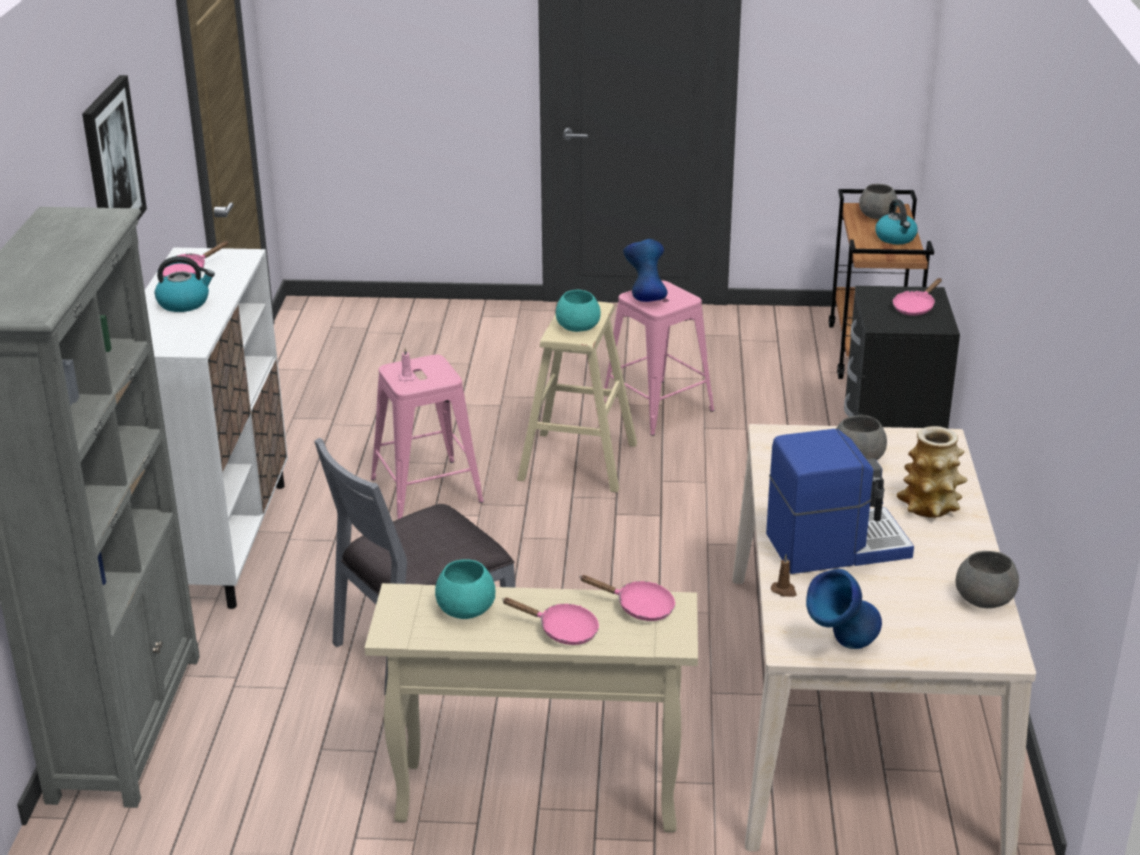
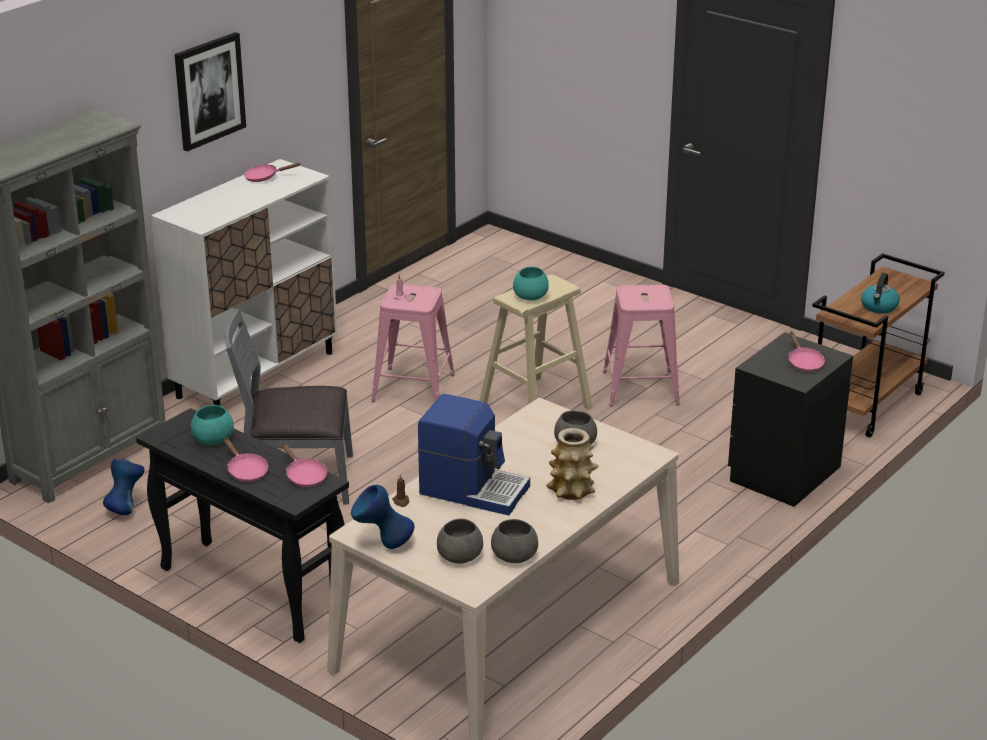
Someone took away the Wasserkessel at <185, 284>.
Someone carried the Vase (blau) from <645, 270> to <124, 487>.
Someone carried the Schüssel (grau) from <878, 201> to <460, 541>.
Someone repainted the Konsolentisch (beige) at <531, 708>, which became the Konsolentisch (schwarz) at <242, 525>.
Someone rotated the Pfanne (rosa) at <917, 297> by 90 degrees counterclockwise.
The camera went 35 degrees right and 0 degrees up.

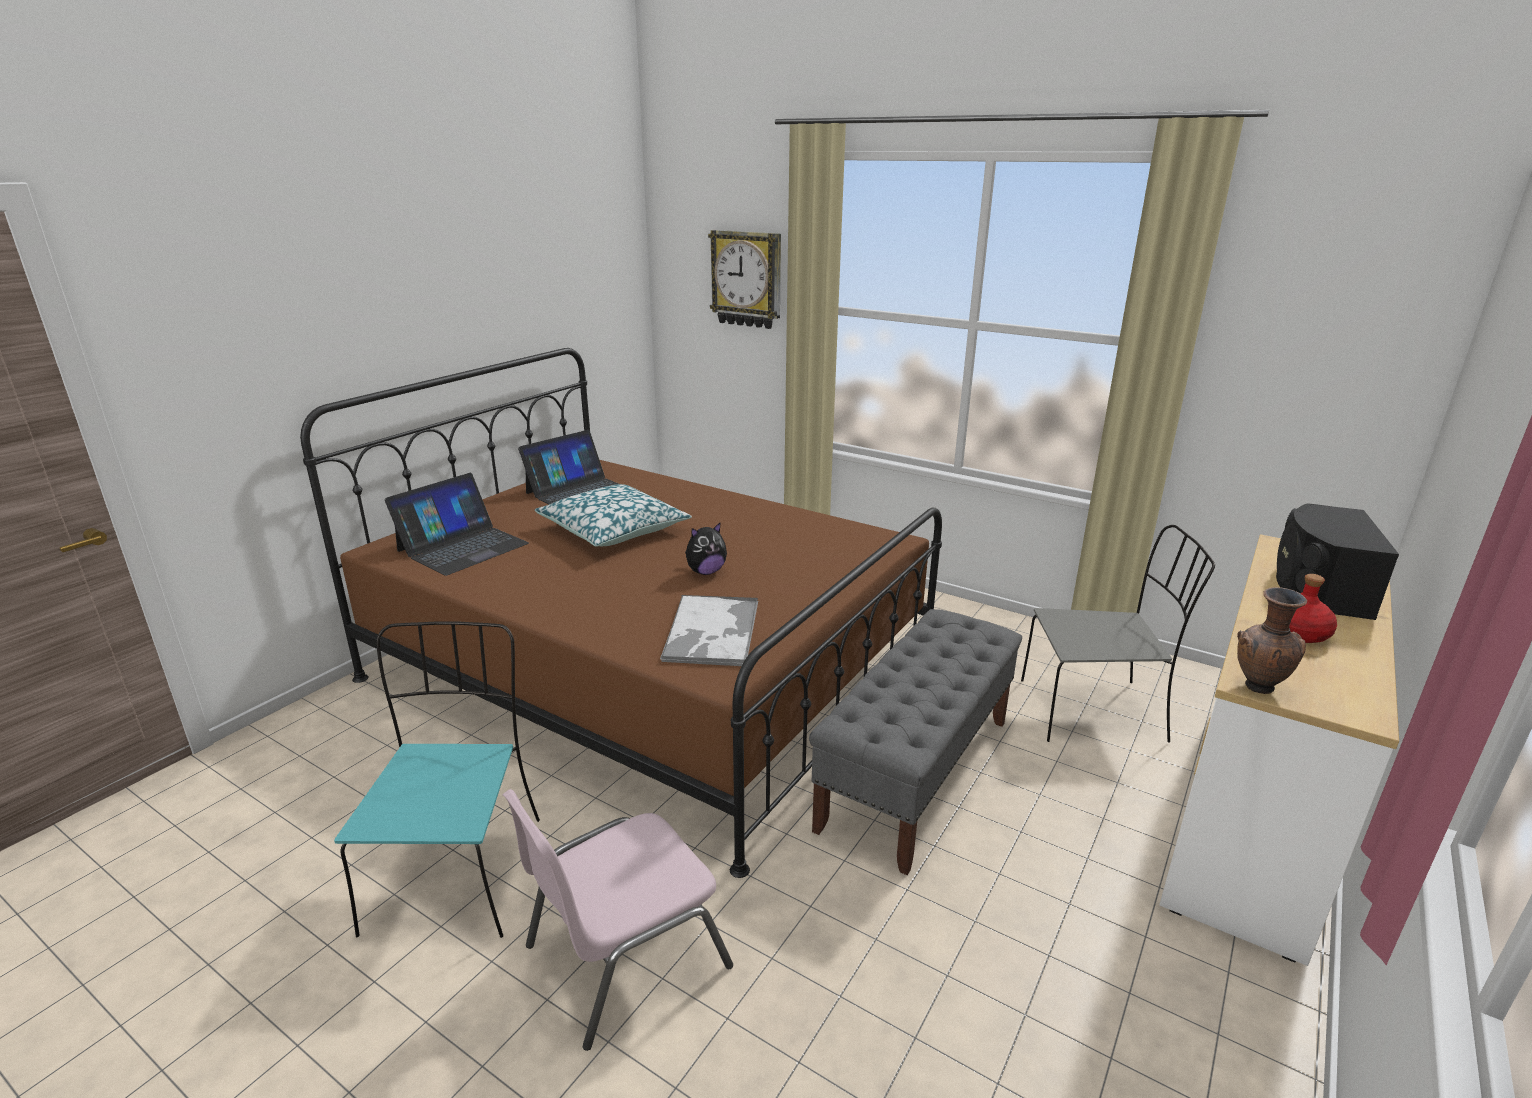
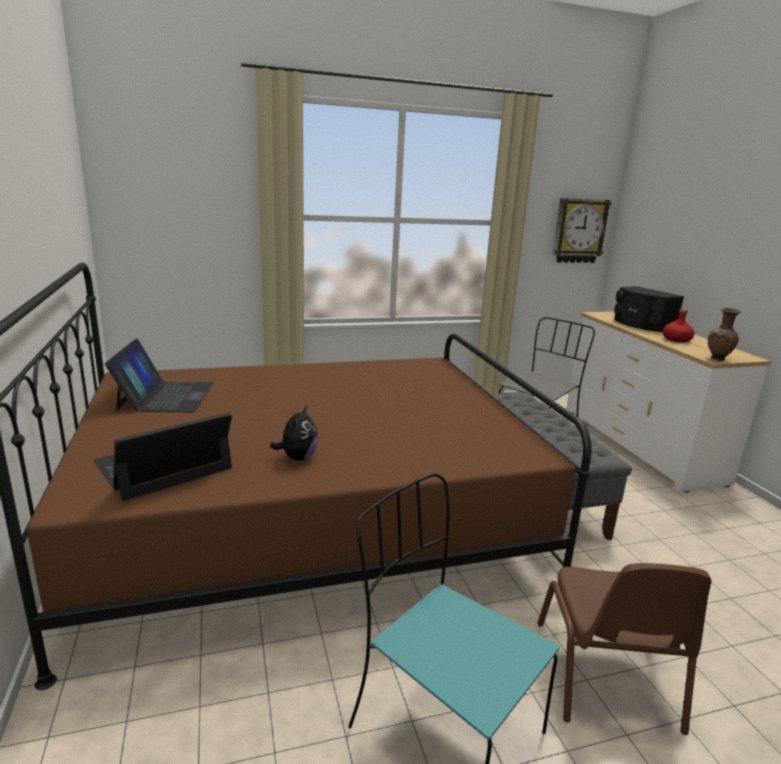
Someone took away the Kissen at <613, 515>.
Someone took away the Tablett at <709, 630>.
Someone carried the Plüschtier from <706, 548> to <294, 433>.
Someone carried the Wanduhr from <744, 279> to <582, 230>.
Someone repainted the Stuhl (rosa) at <617, 920>, which became the Stuhl (braun) at <624, 649>.
Someone rotated the Laptop at <457, 524> by 120 degrees counterclockwise.
The camera went 50 degrees left and 5 degrees down.

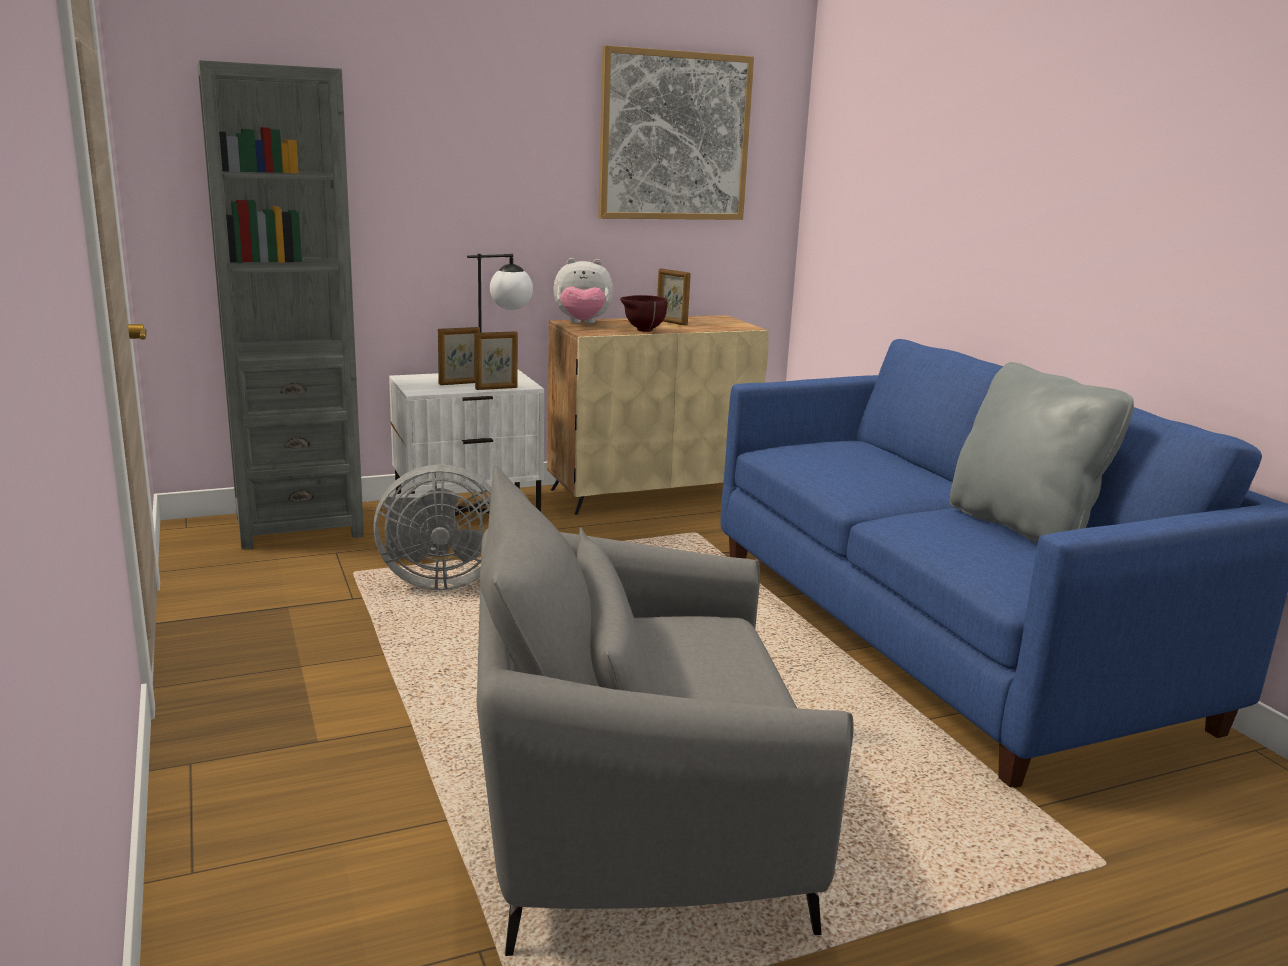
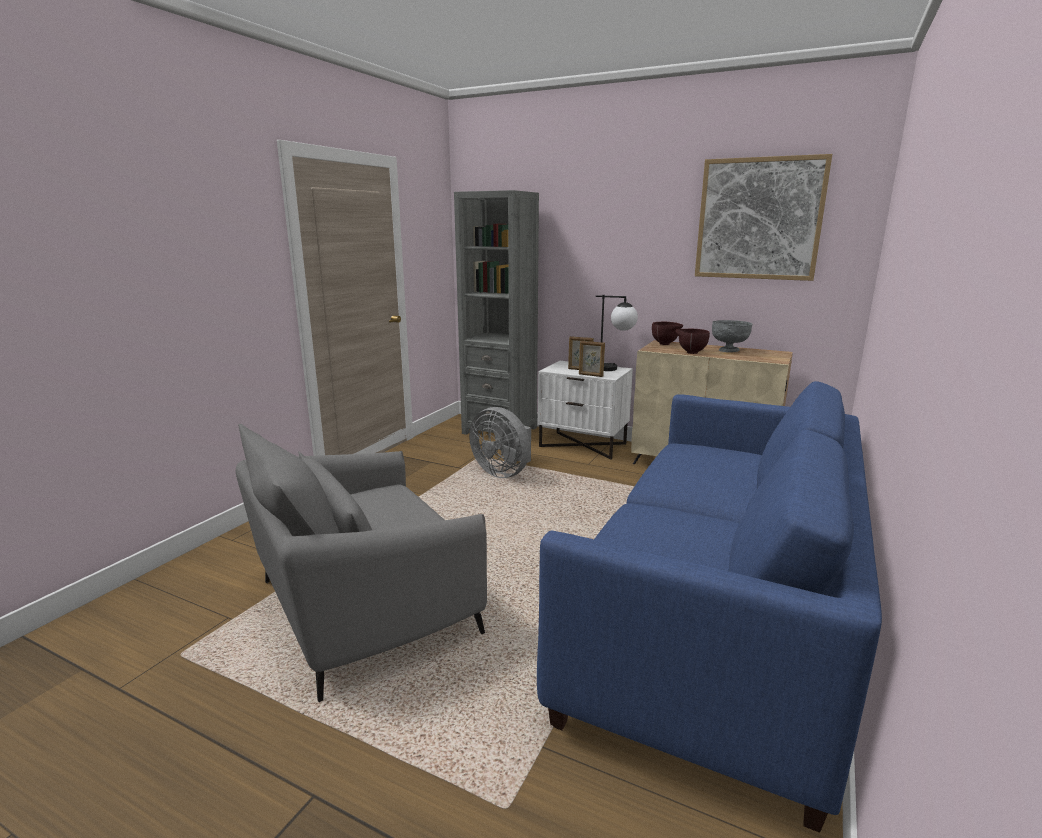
Someone took away the Kissen (grau) at <1042, 453>.
Someone swapped the Plüschtier at <583, 291> for the Schüssel (braun) at <667, 333>.
Someone swapped the Bilderrahmen at <674, 297> for the Schüssel (grau) at <732, 336>.
Someone rotated the Sessel (grau) at <665, 710> by 75 degrees counterclockwise.
The camera went 50 degrees right and 0 degrees up.

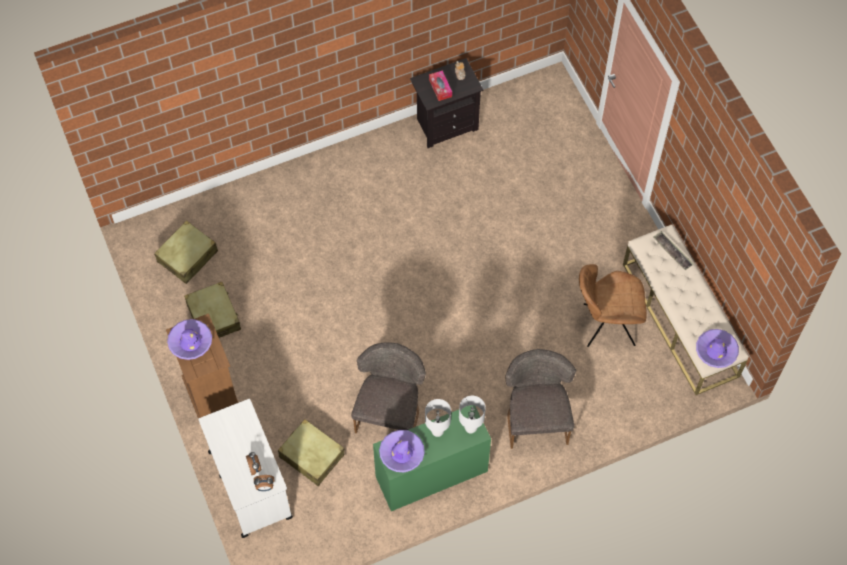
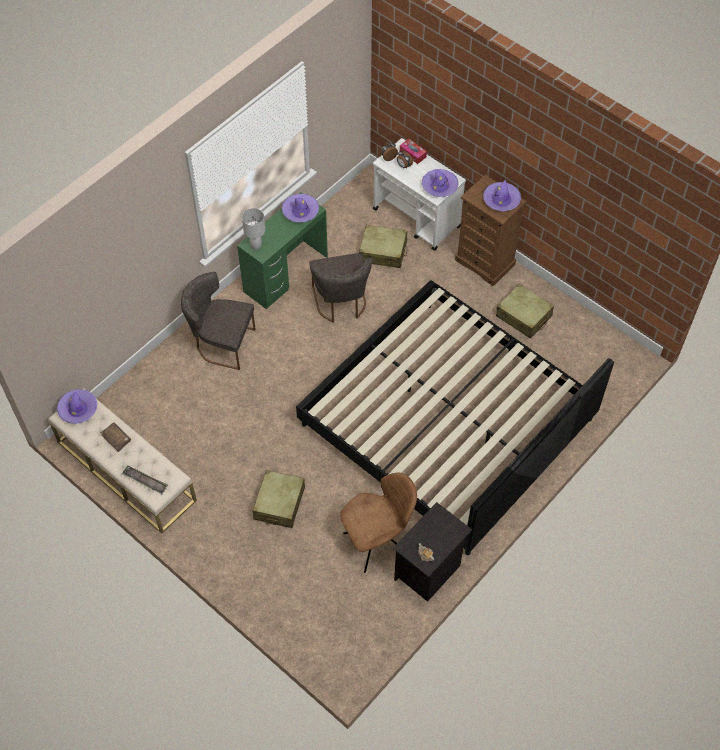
Someone took away the Tischlampe (weiß) at <438, 418>.
Someone put down the Buch (braun) at <116, 437>.
Someone put down the Bett at <455, 417>.
Someone put down the Hut (lila) at <440, 183>.
Someone carried the Koffer (beige) from <186, 252> to <278, 499>.
Someone carried the Taschentuchbox from <440, 85> to <413, 151>.
Someone carried the Stuhl (braun) from <613, 305> to <378, 523>.
Someone rotated the Stuhl (grau) at <540, 399> by 135 degrees clockwise.
The camera went 155 degrees right and 5 degrees down.

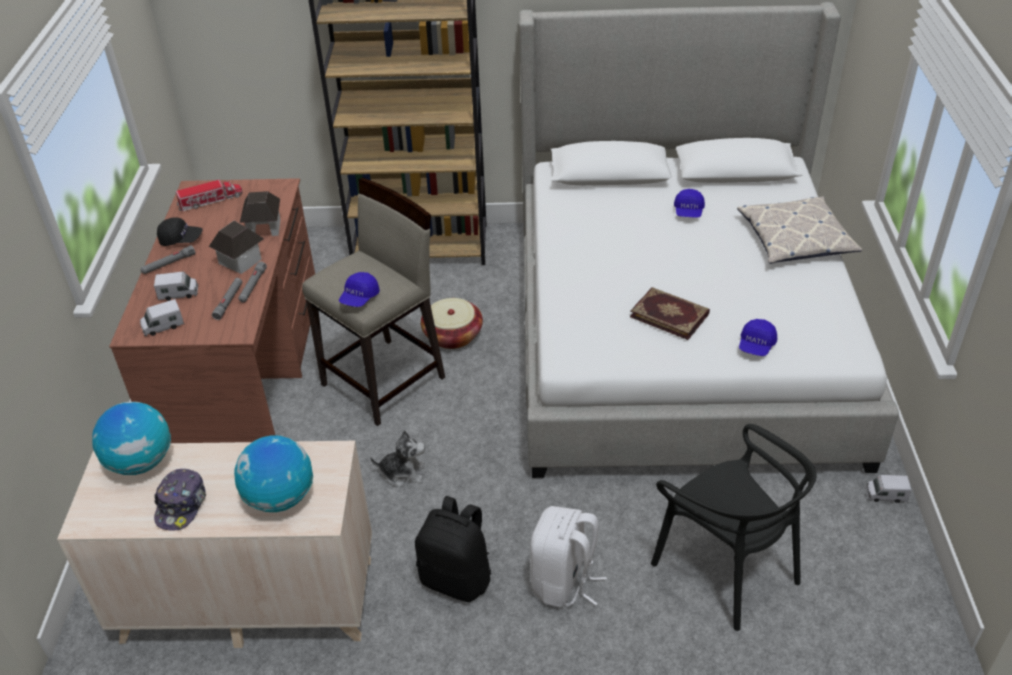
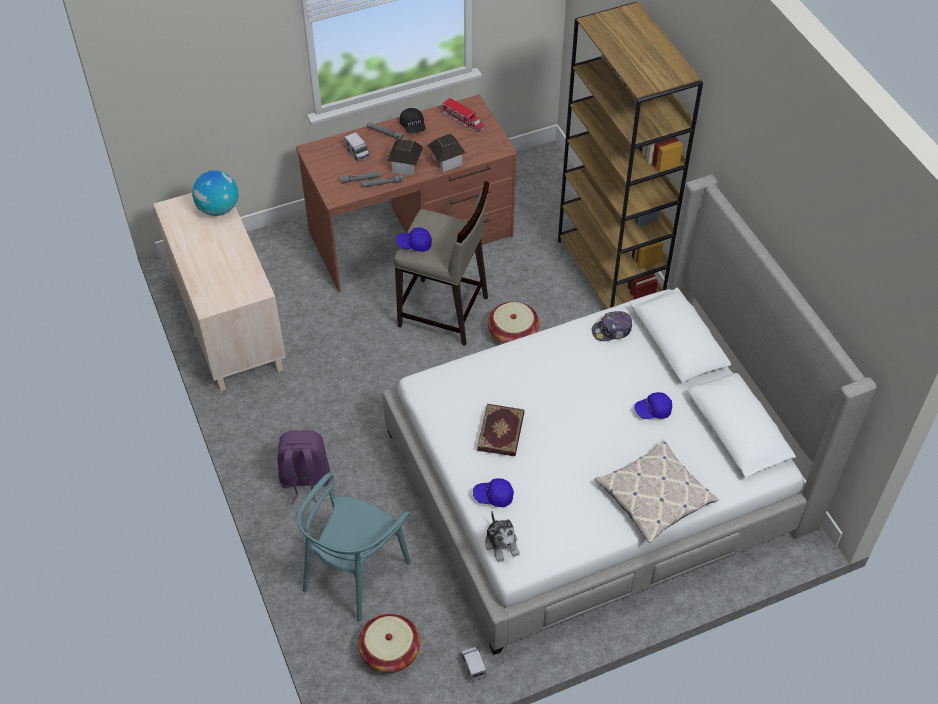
Someone took away the Spielzeuglaster at <162, 317>.
Someone took away the Globus at <273, 473>.
Someone took away the Rucksack (schwarz) at <453, 549>.
Someone put down the Korb at <389, 643>.
Someone carried the Kappe from <180, 500> to <612, 326>.
Someone carried the Plüschtier from <397, 458> to <502, 536>.
Someone repainted the Rucksack (weiß) at <568, 557>, which became the Rucksack (lila) at <303, 467>.
Someone repainted the Stuhl (schwarz) at <733, 527>, which became the Stuhl (türkis) at <354, 547>.
The camera went 65 degrees right and 10 degrees up.

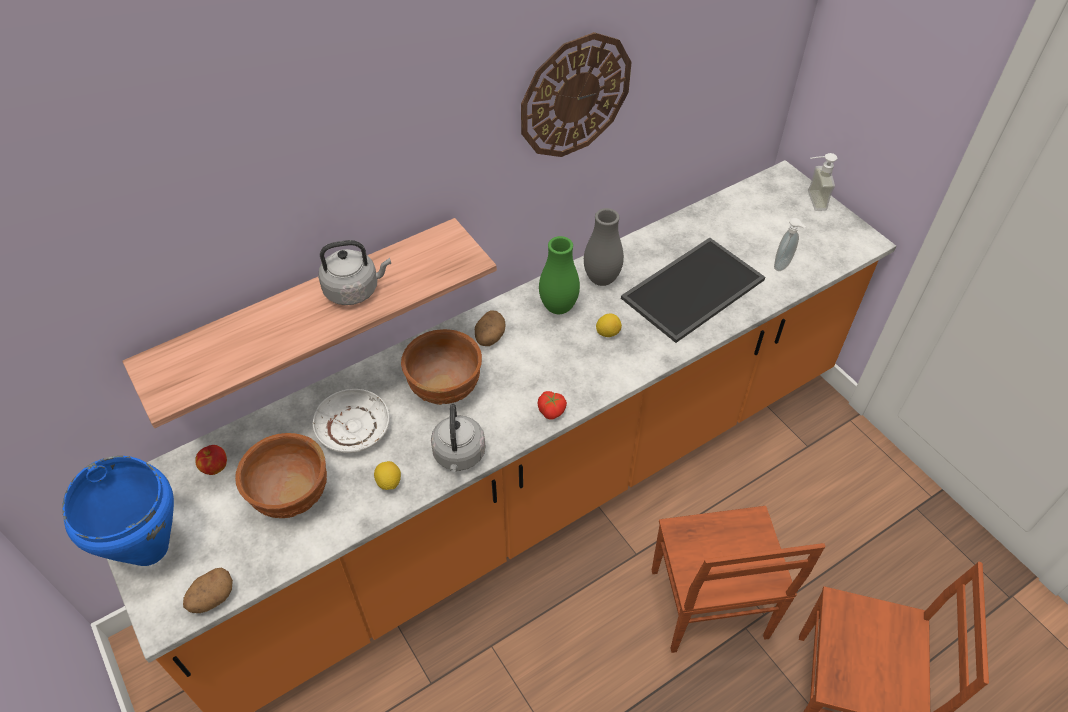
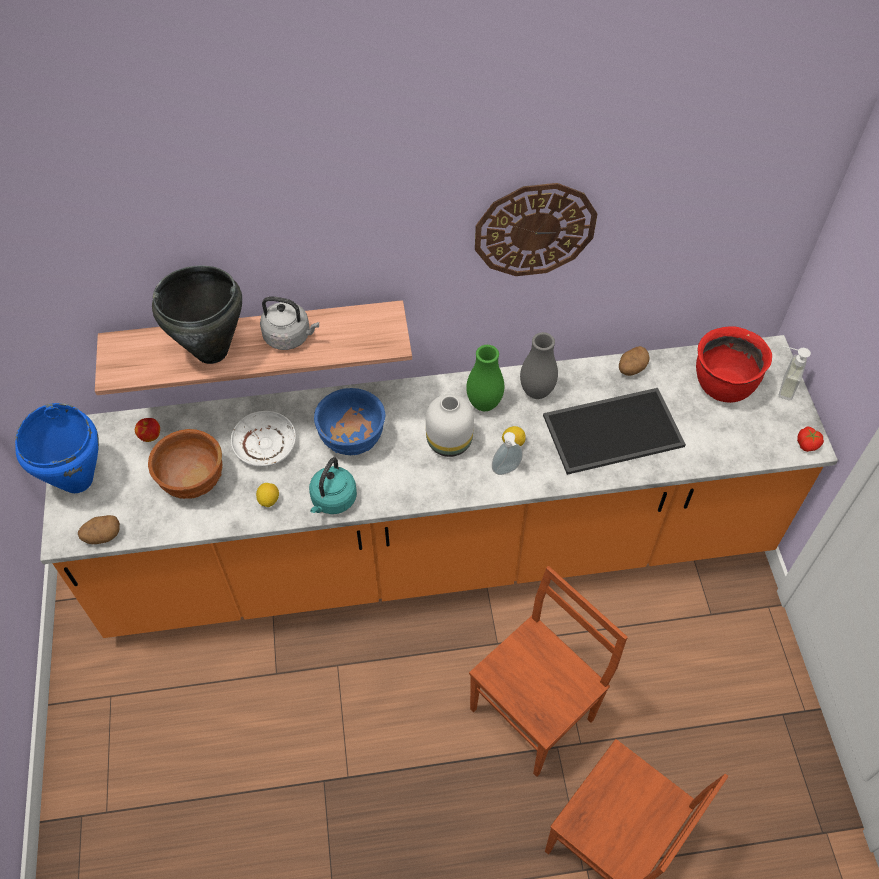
Someone put down the Kochtopf (schwarz) at <197, 315>.
Someone put down the Vase (weiß) at <450, 425>.
Someone put down the Kochtopf (rot) at <734, 364>.
Someone carried the Kartoffel from <490, 328> to <634, 361>.
Someone carried the Tomate from <552, 405> to <810, 439>.
Someone carried the Seifenspender from <790, 244> to <507, 453>.
Someone repainted the Schüssel (braun) at <441, 367>, which became the Schüssel (blau) at <349, 421>.
Someone repainted the Wasserkessel (grau) at <458, 438>, which became the Wasserkessel (türkis) at <333, 485>.
Someone rotated the Stuhl (braun) at <739, 579> by 150 degrees counterclockwise.
The camera went 25 degrees right and 5 degrees up.

